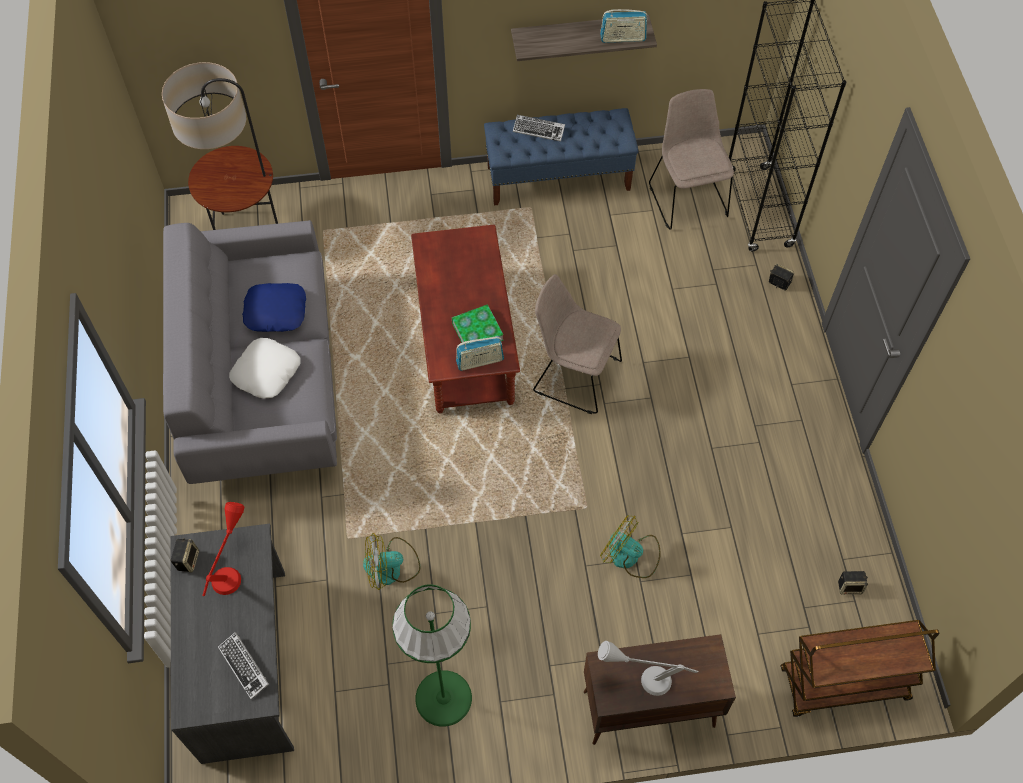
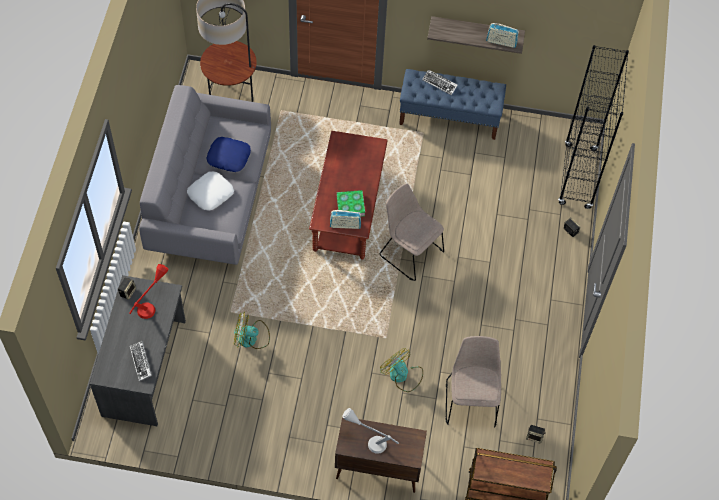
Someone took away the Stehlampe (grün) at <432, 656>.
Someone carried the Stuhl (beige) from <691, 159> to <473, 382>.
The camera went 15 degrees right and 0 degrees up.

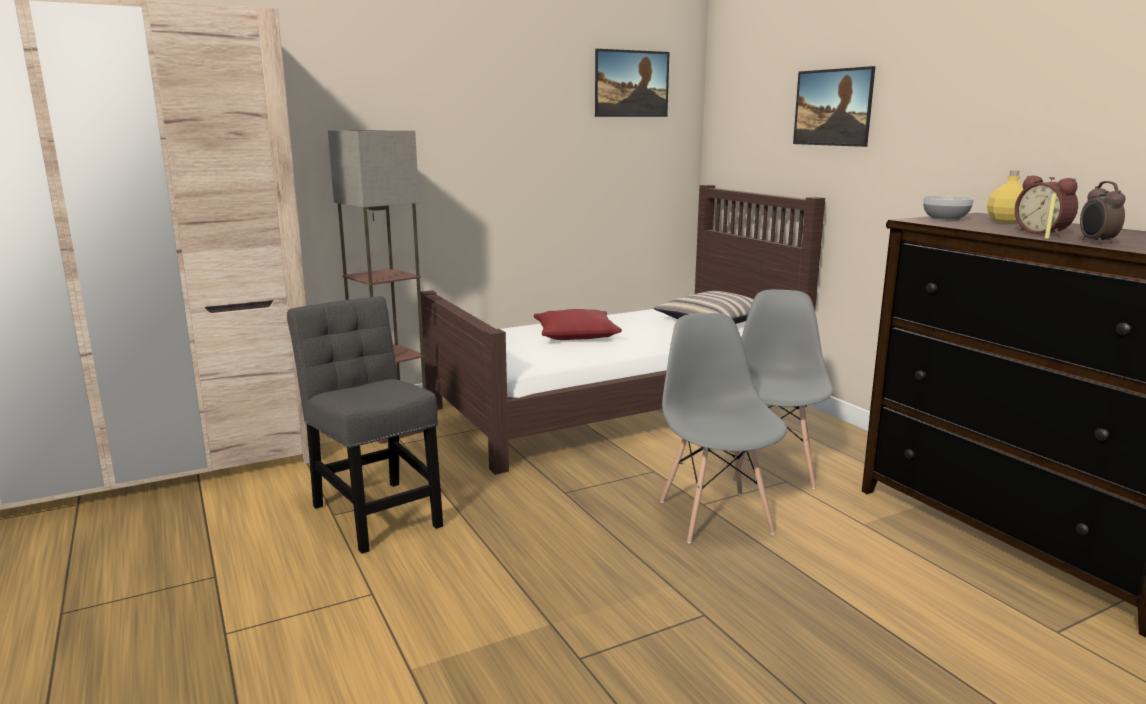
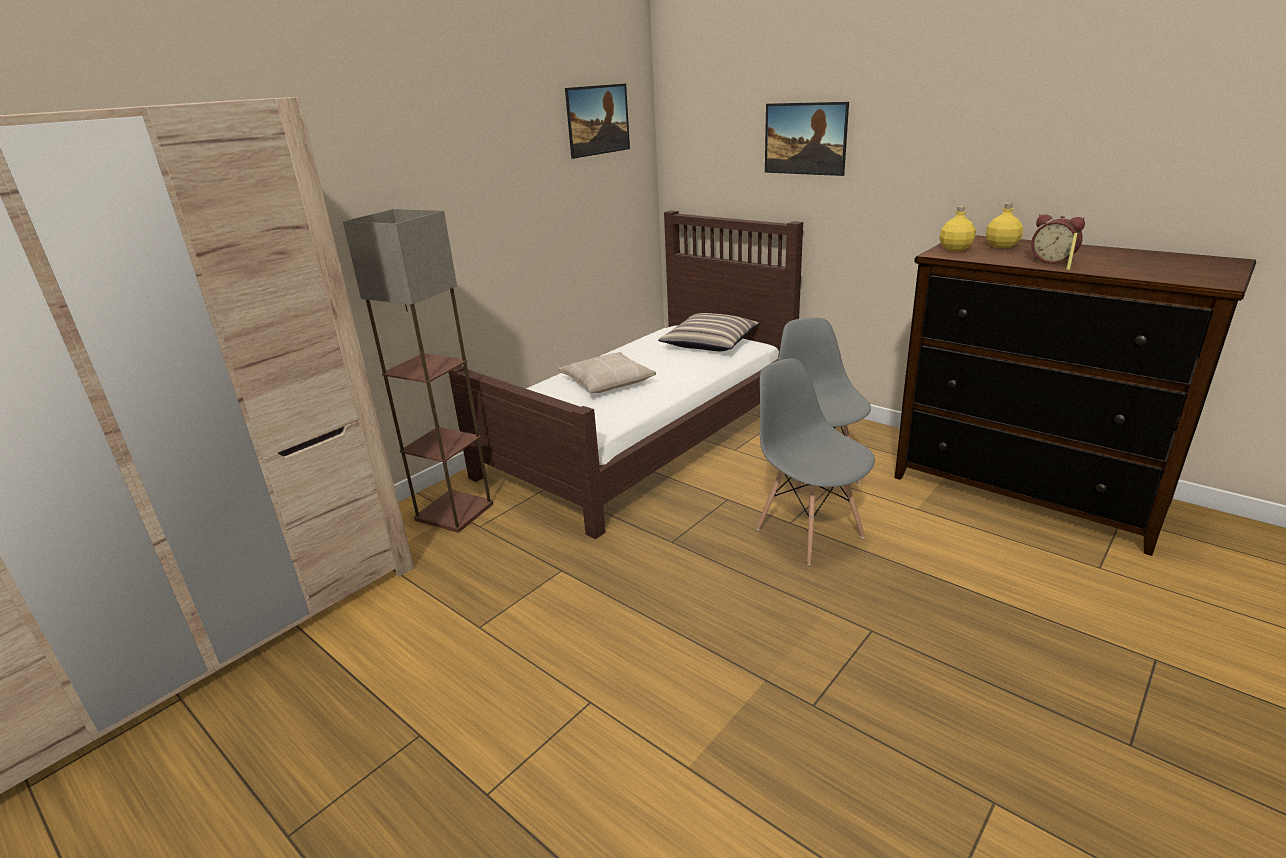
Someone took away the Stuhl (grau) at <365, 425>.
Someone took away the Wecker at <1102, 212>.
Someone swapped the Schüssel at <948, 208> for the Flasche (gelb) at <957, 228>.
Someone repainted the Kissen (rot) at <578, 324>, which became the Kissen (beige) at <606, 372>.
The camera went 20 degrees left and 10 degrees up.

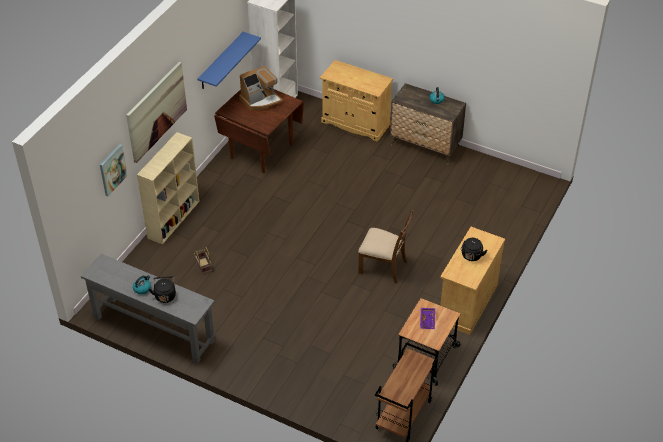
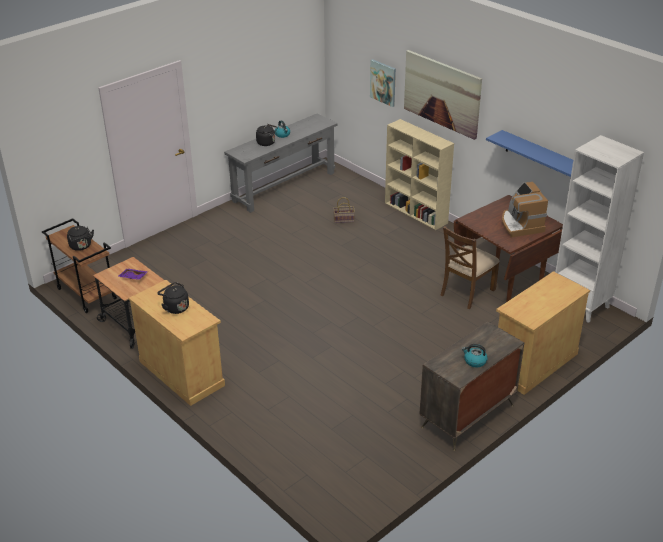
Someone put down the Wasserkessel (schwarz) at <80, 238>.
Someone carried the Stuhl (braun) from <386, 246> to <470, 267>.
The camera went 110 degrees right and 10 degrees down.

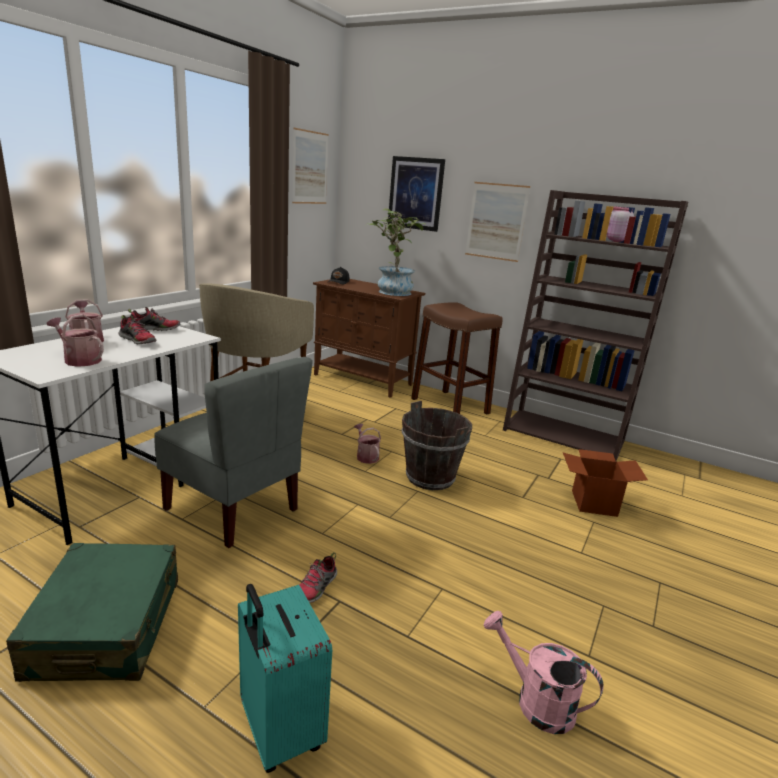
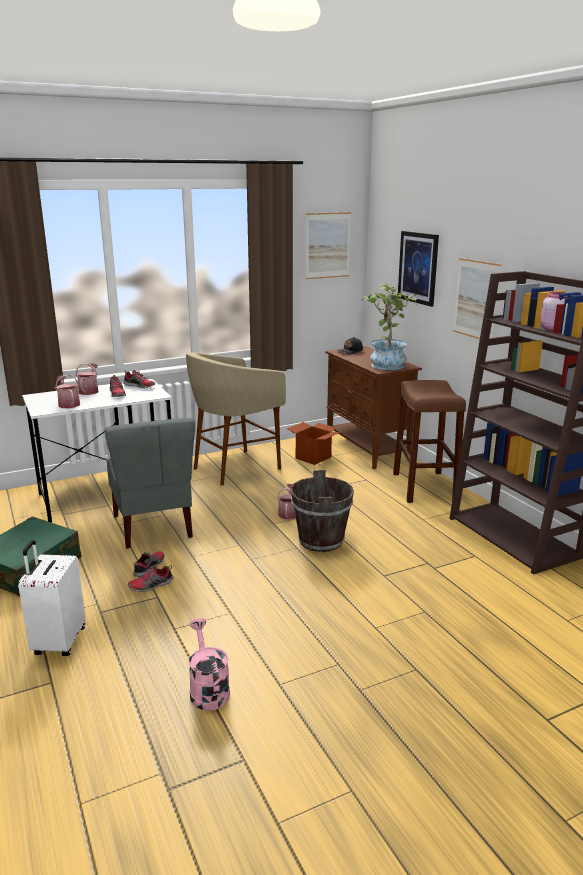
Someone put down the Schuh at <149, 564>.
Someone carried the Karton from <605, 483> to <314, 443>.
Someone repainted the Koffer (türkis) at <285, 678>, which became the Koffer (weiß) at <52, 598>.
The camera went 35 degrees right and 0 degrees up.

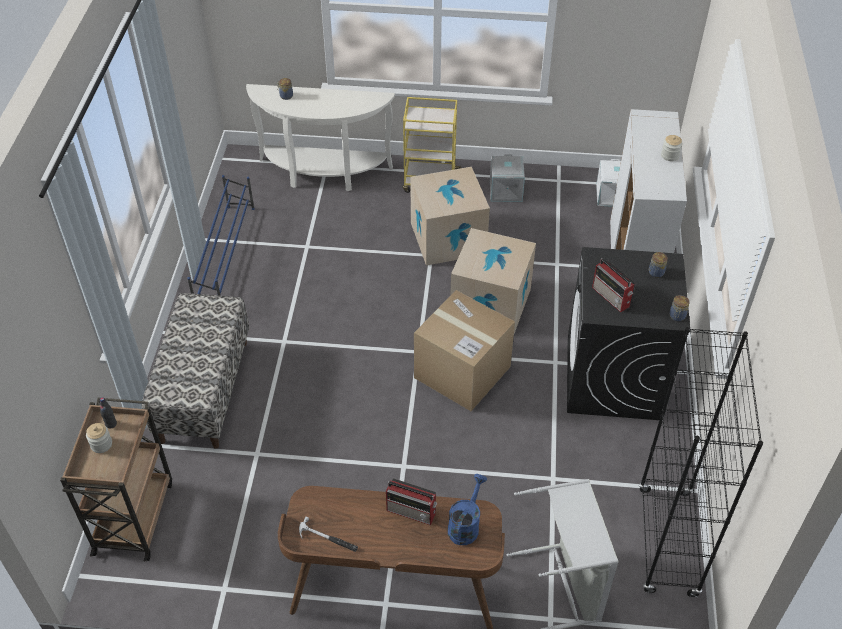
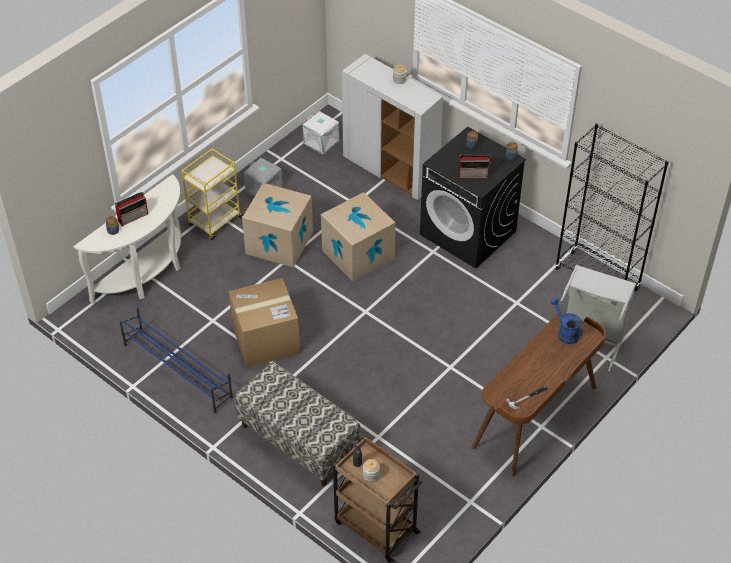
Someone carried the Radio from <411, 501> to <131, 209>.
Someone carried the Karton from <464, 350> to <264, 322>.
The camera went 55 degrees left and 0 degrees up.

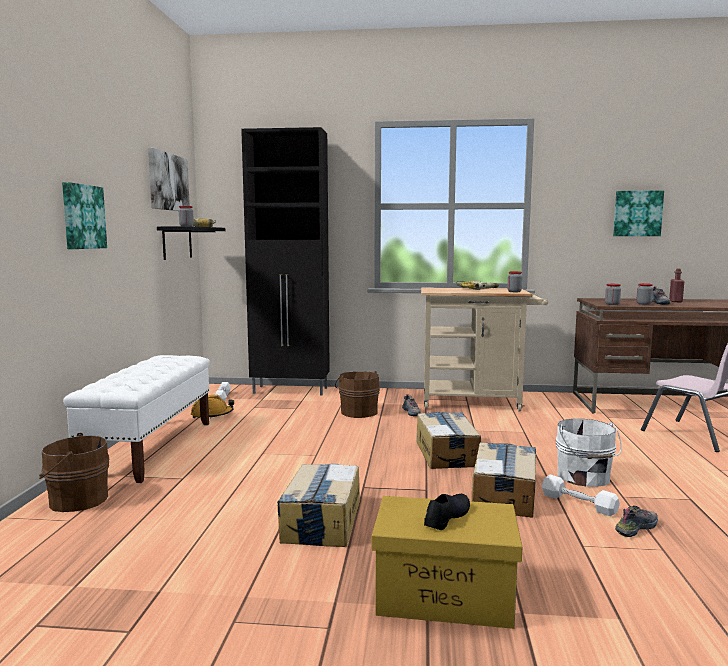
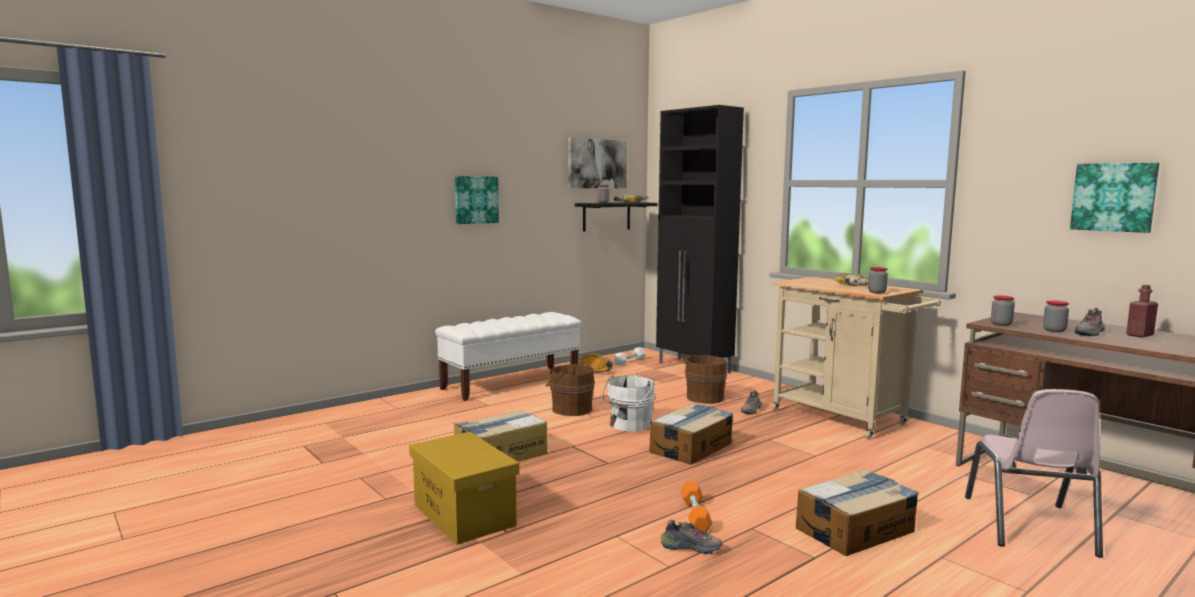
Someone took away the Schuh (schwarz) at <447, 512>.
Someone carried the Eimer (braun) from <74, 472> to <570, 389>.
Someone carried the Karton from <503, 480> to <857, 512>.
Someone carried the Eimer (weiß) from <589, 453> to <629, 403>.
Someone repainted the Hantel (weiß) at <581, 495>, which became the Hantel (orange) at <696, 507>.
The camera went 45 degrees right and 0 degrees up.

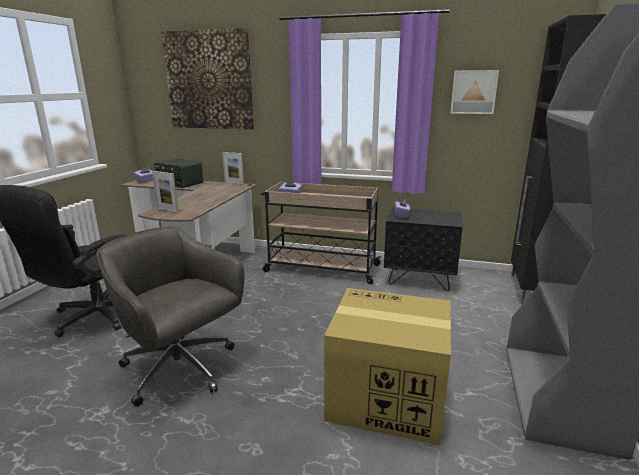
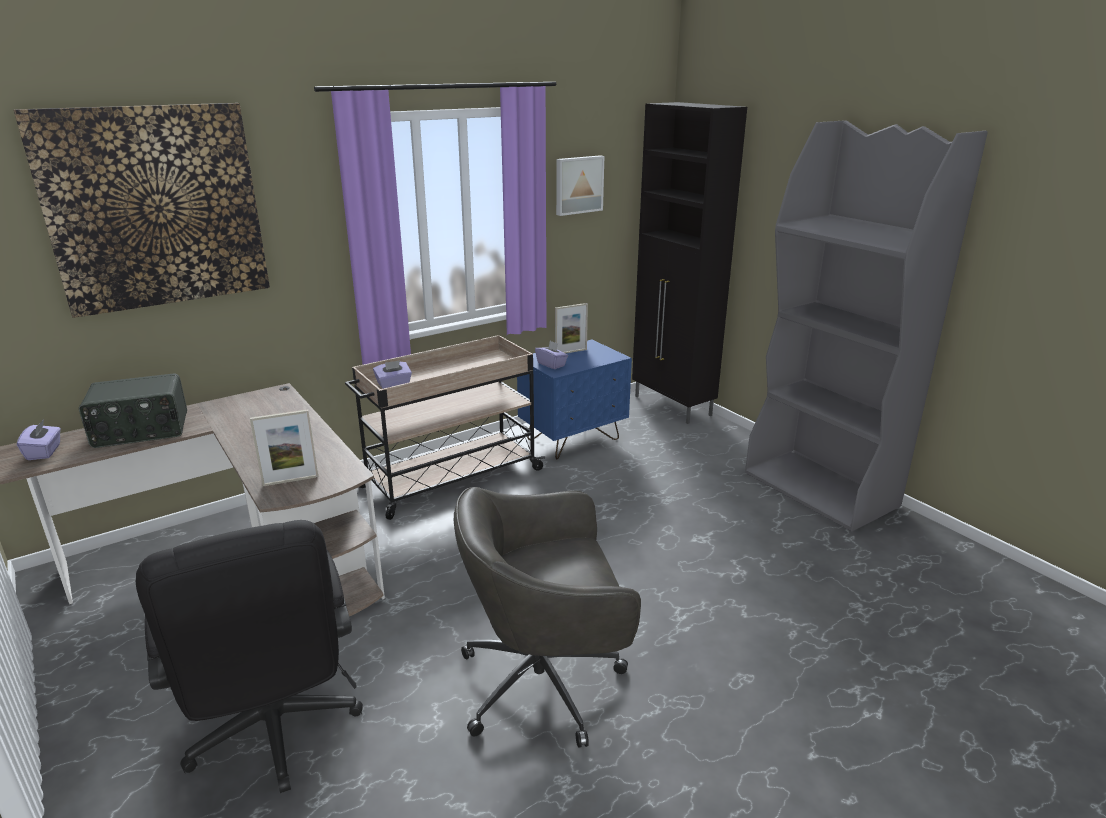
Someone took away the Karton at <387, 366>.
Someone carried the Bilderrahmen from <233, 168> to <571, 328>.
Someone repainted the Nachttisch (schwarz) at <423, 249>, which became the Nachttisch (blau) at <574, 399>.
The camera went 50 degrees left and 5 degrees up.

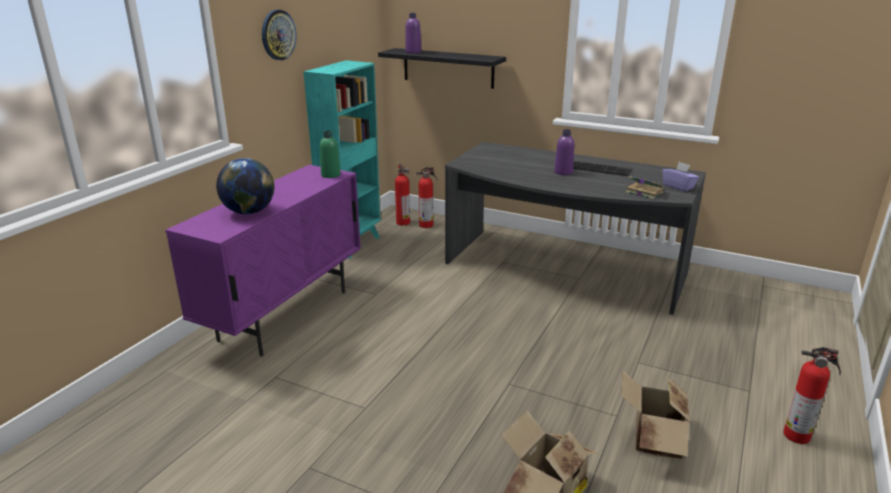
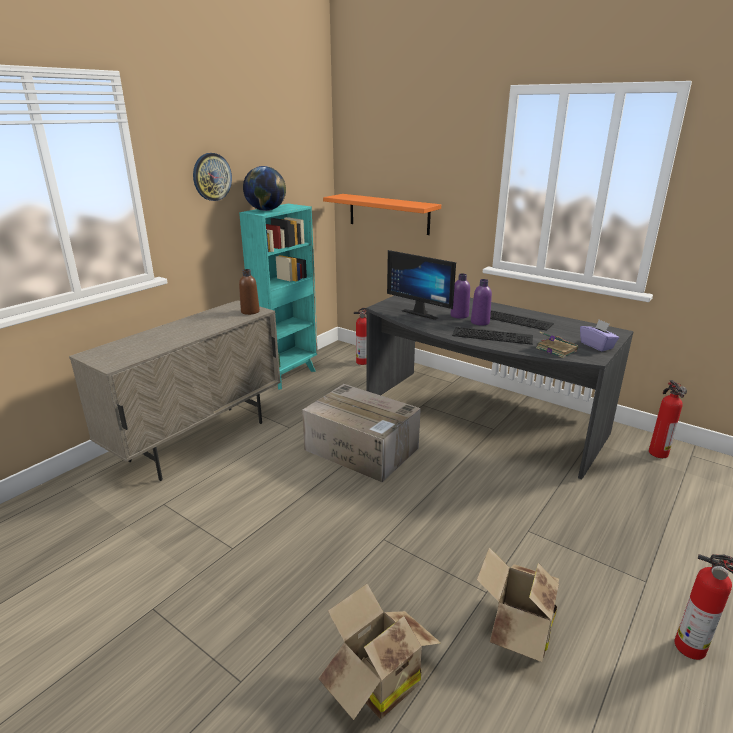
Someone put down the Karton at <361, 433>.
Someone put down the Monitor at <421, 285>.
Someone put down the Tastatur at <492, 336>.
Someone carried the Globus from <245, 186> to <264, 188>.
Someone carried the Feuerlöscher from <402, 194> to <668, 419>.
Someone carried the Flasche (lila) from <413, 33> to <460, 296>.
Someone repainted the Schrank (lila) at <263, 260>, which became the Schrank (beige) at <175, 390>.
Someone repainted the Flasche (grün) at <330, 154>, which became the Flasche (braun) at <249, 292>.
Someone repainted the Wandregal (schwarz) at <442, 68>, which became the Wandregal (orange) at <382, 214>.
The camera went 10 degrees right and 0 degrees up.

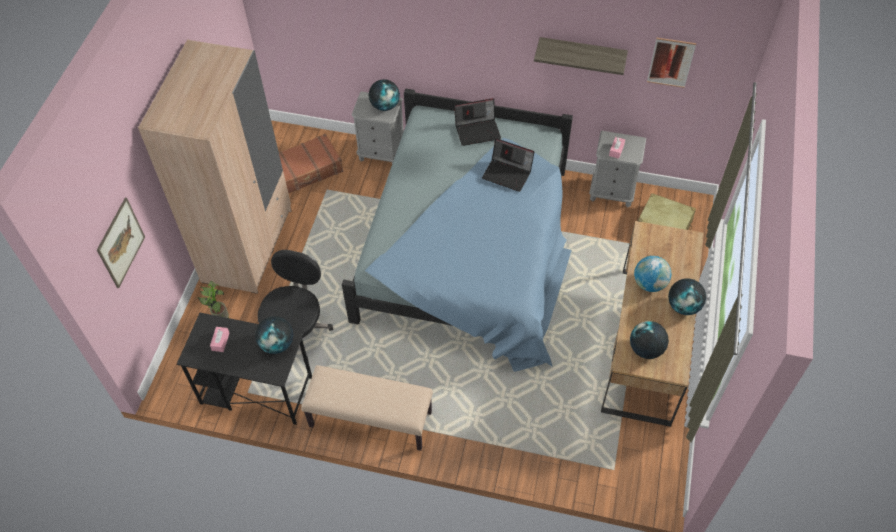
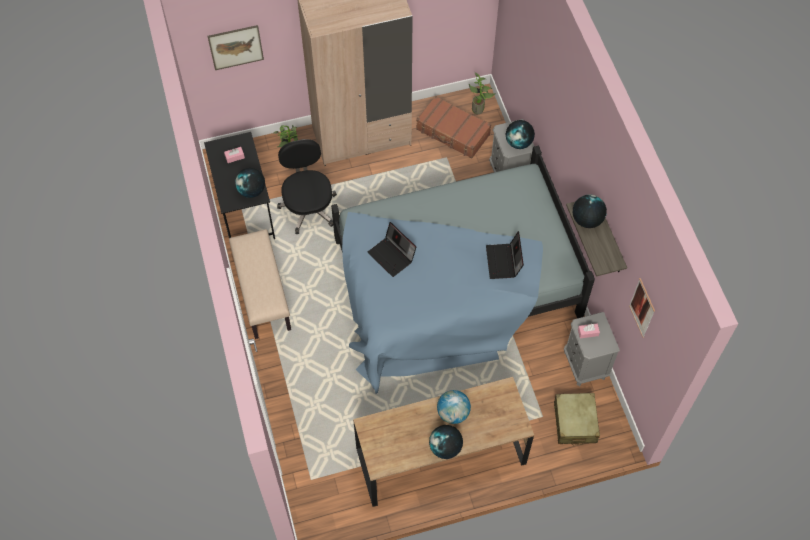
Someone put down the Topfpflanze at <482, 93>.
Someone carried the Laptop from <477, 122> to <392, 249>.
Someone carried the Globus from <649, 340> to <590, 211>.
Someone rotated the Bürostuhl (schwarz) at <295, 306> by 90 degrees counterclockwise.
The camera went 60 degrees right and 5 degrees up.

